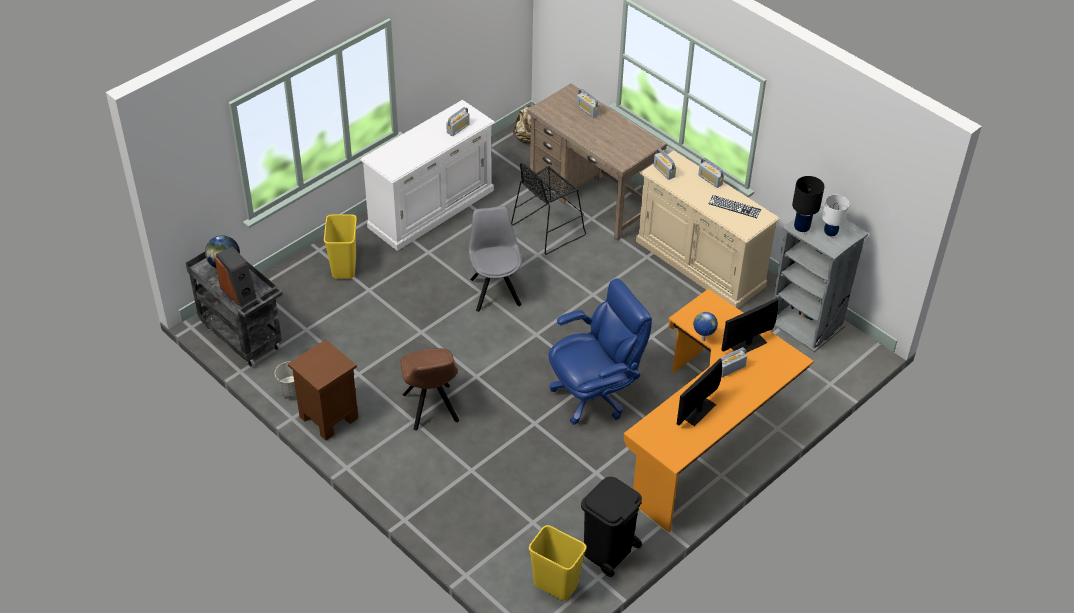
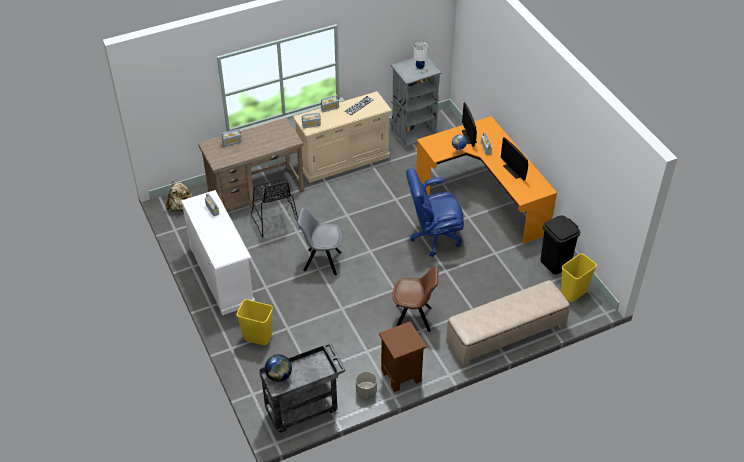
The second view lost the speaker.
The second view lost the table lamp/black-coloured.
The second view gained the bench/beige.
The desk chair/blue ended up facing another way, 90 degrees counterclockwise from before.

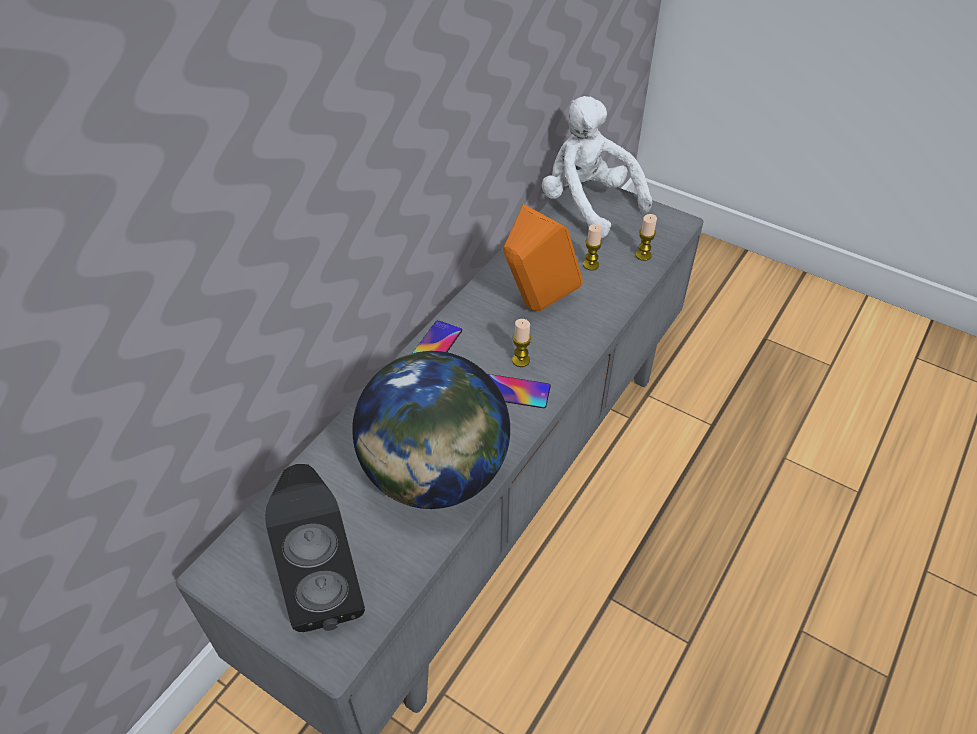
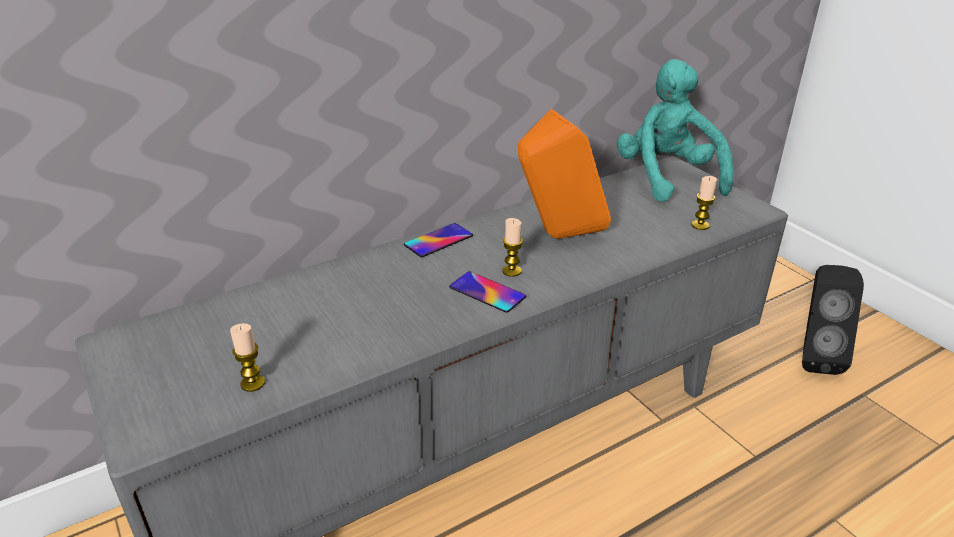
The second view lost the globe.
The speaker/black-coloured ended up elsewhere.
The wax candle (2nd from left in the first image) ended up elsewhere.
What was the plush toy/white turned into the plush toy/turquoise.

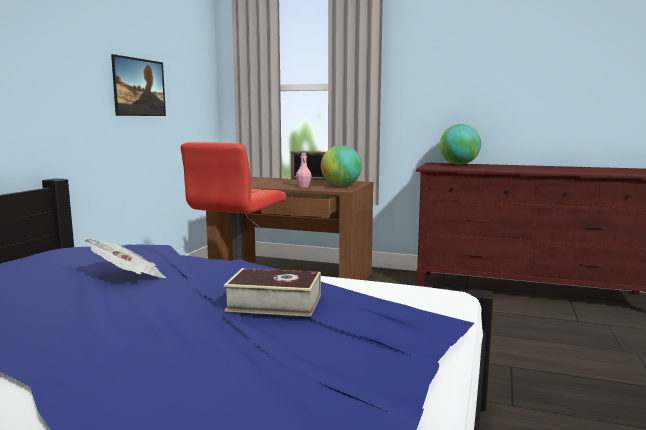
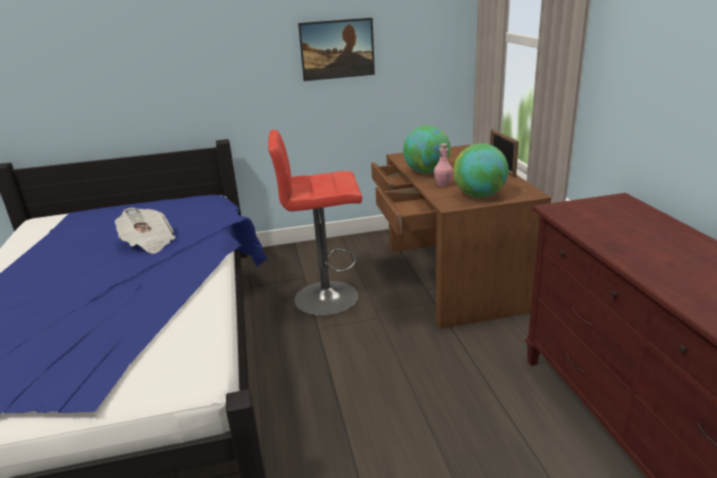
The second view lost the volume.
The globe (2nd from left in the first image) ended up elsewhere.

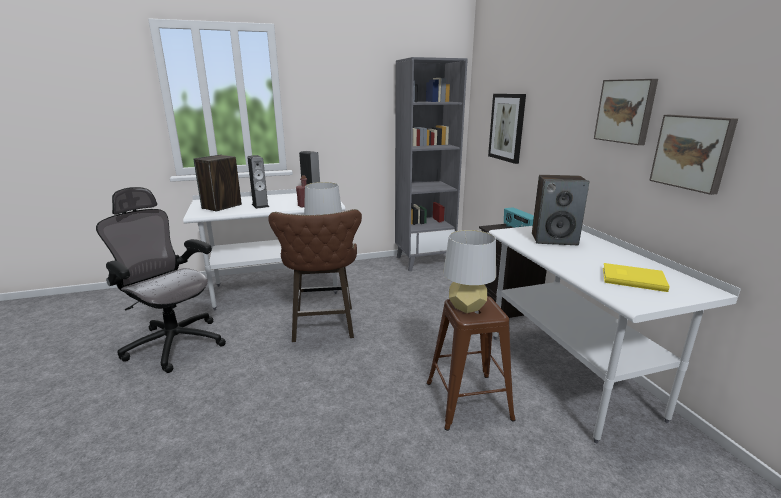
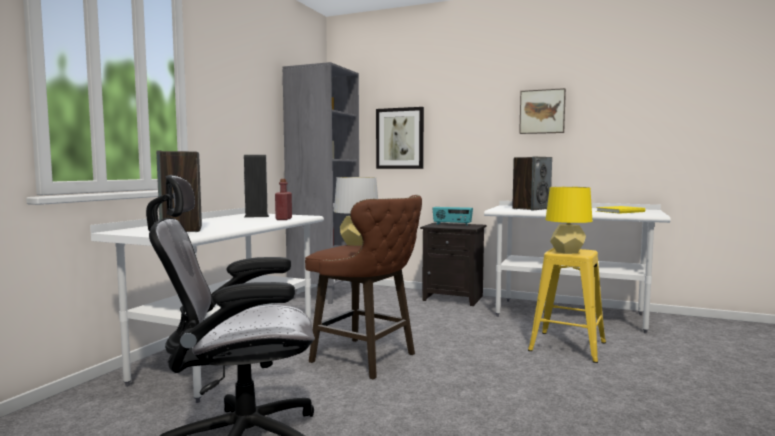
The second view lost the speaker (2nd from left).
The second view lost the wall art (3rd from left).
What was the sitting stool/brown (2nd from left) turned into the sitting stool/yellowish.
What was the table lamp/greyish (2nd from left) turned into the table lamp/yellowish.

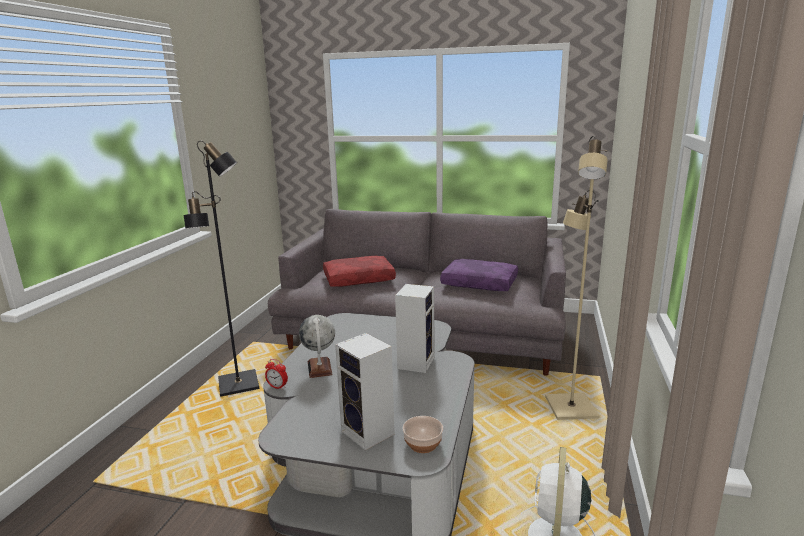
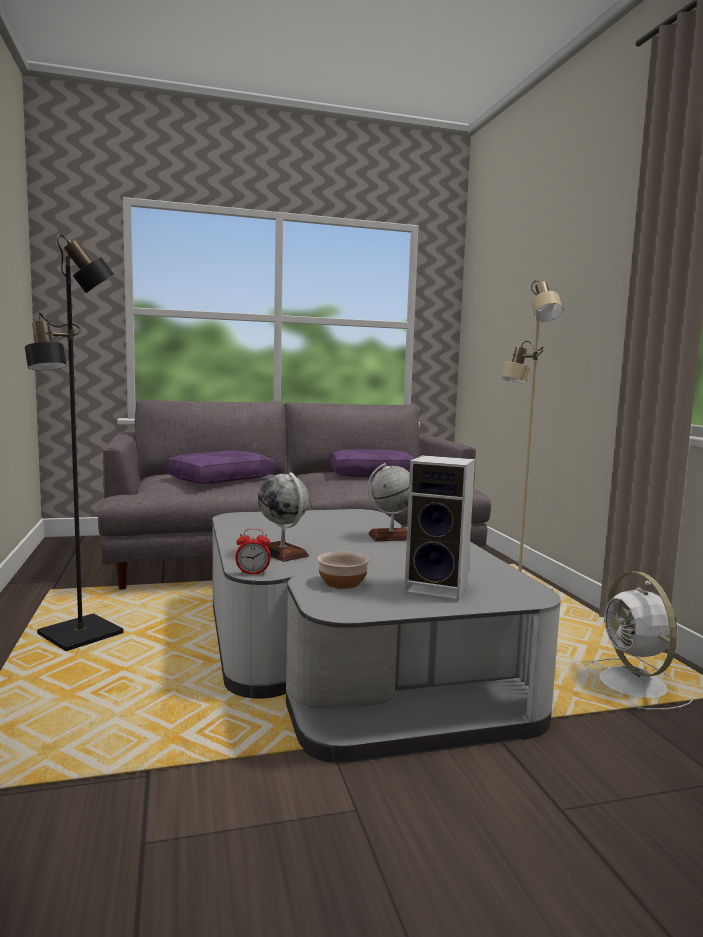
The serving bowl ended up elsewhere.
Where the speaker (2nd from left) stood, the globe (2nd from left) came to stand.
What was the cushion/red-coloured turned into the cushion/purple (1st from left).

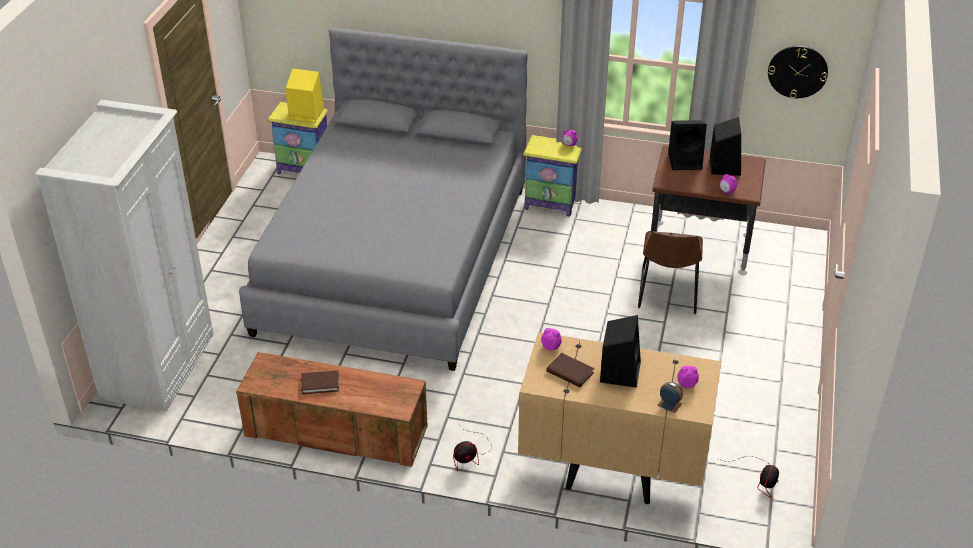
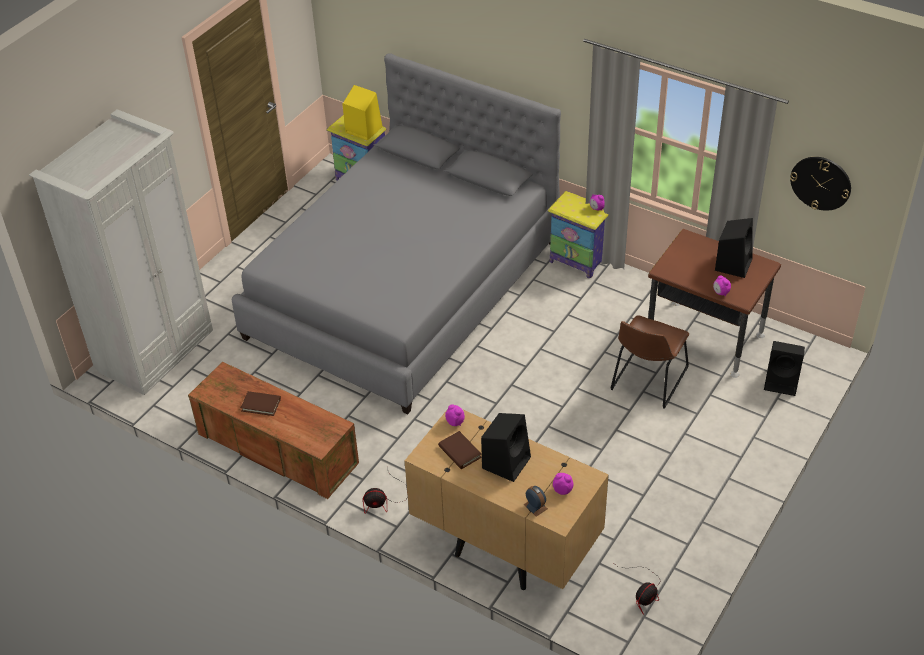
The speaker/black-coloured (2nd from left in the first image) ended up elsewhere.

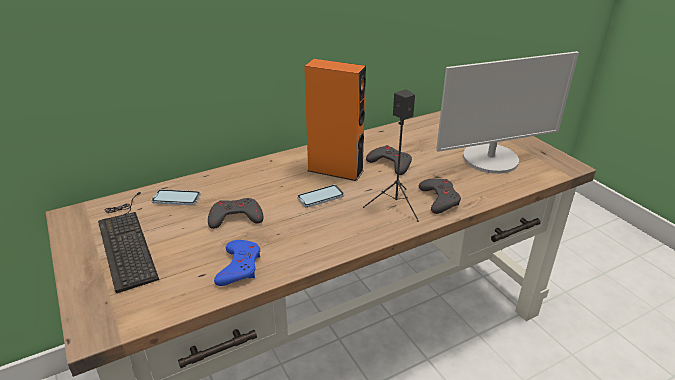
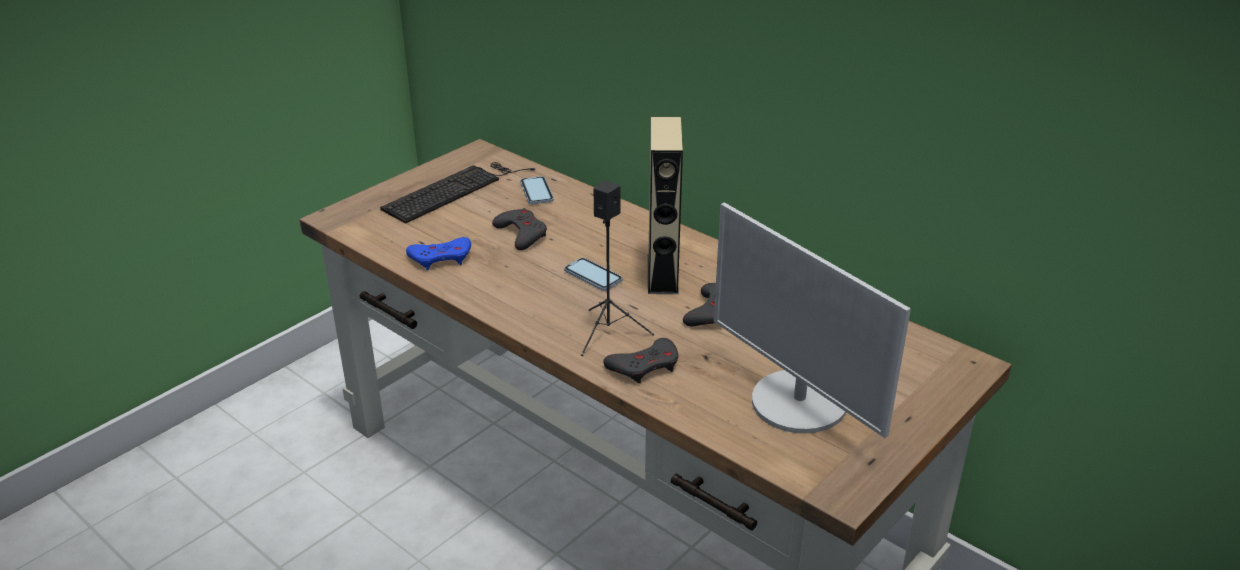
What was the speaker/orangey turned into the speaker/beige.

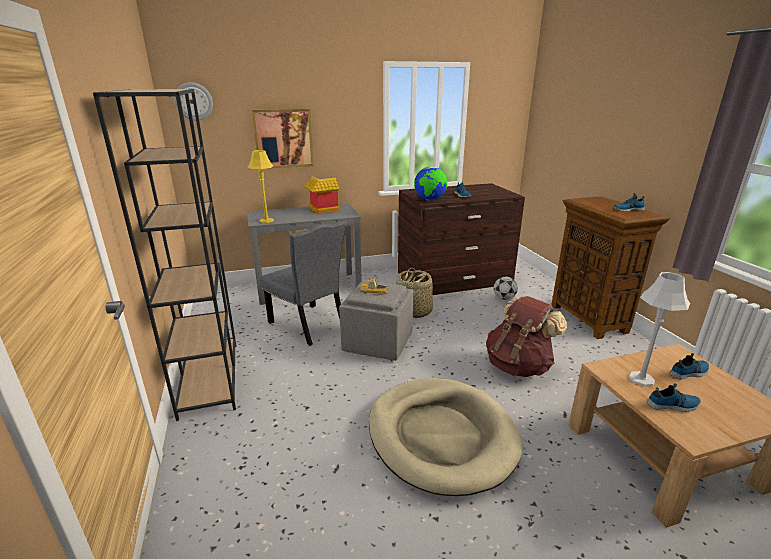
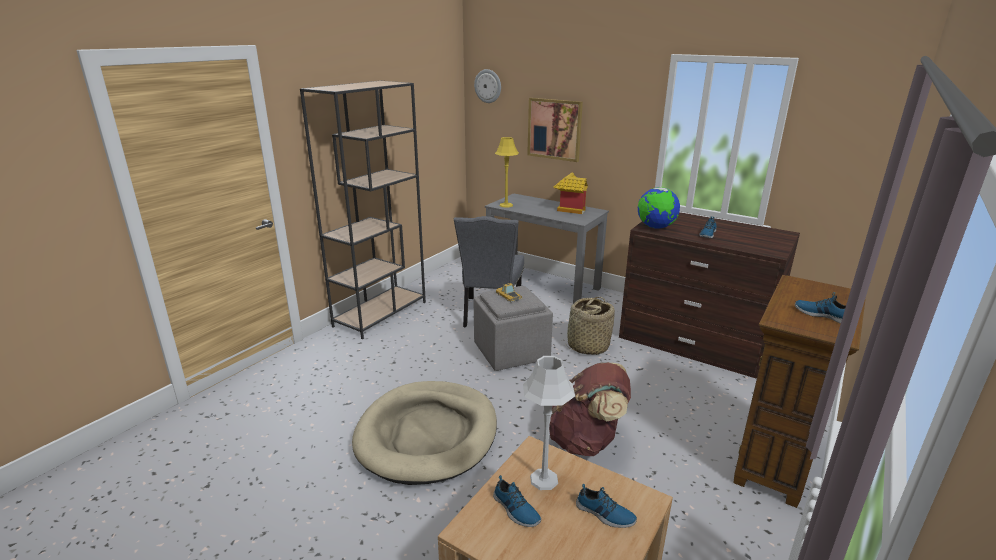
The second view lost the ball for football.

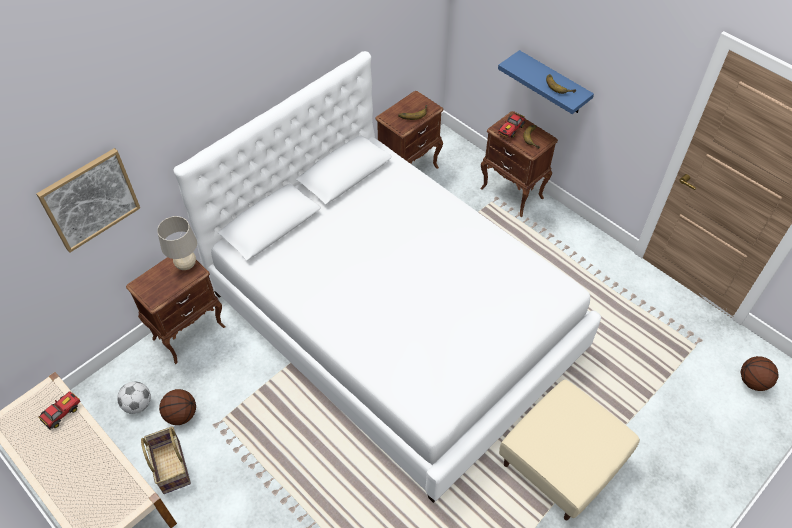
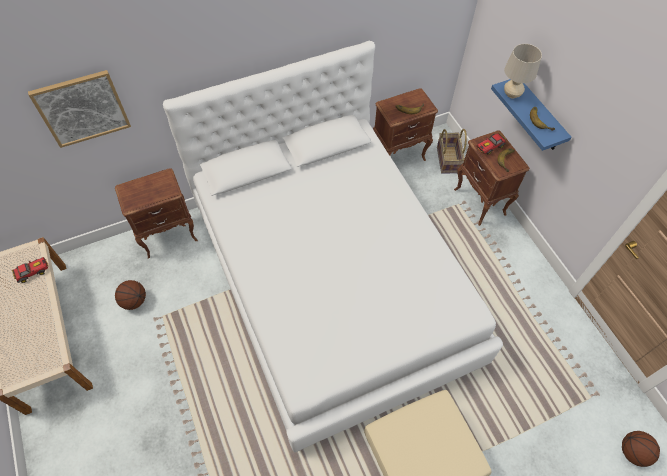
The second view lost the ball for football.
The household basket ended up elsewhere.
The table lamp/beige ended up elsewhere.

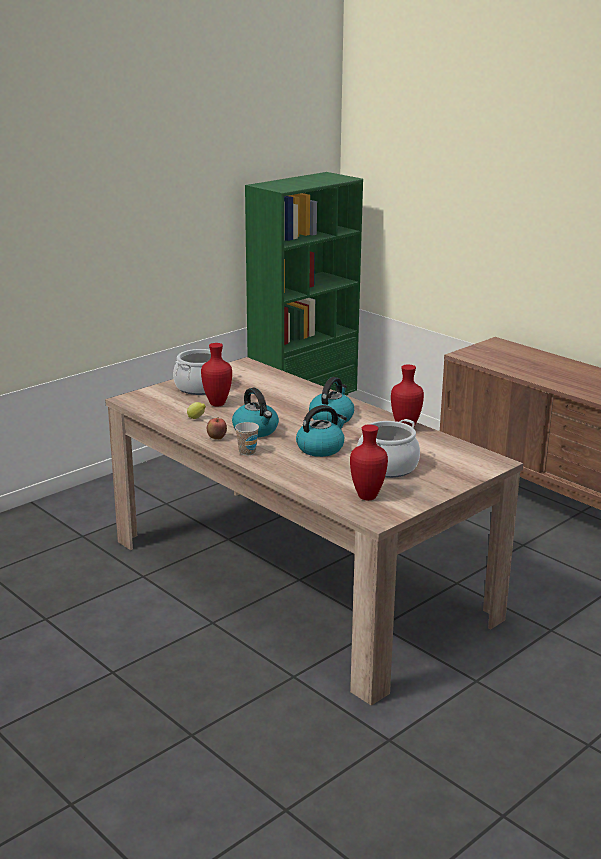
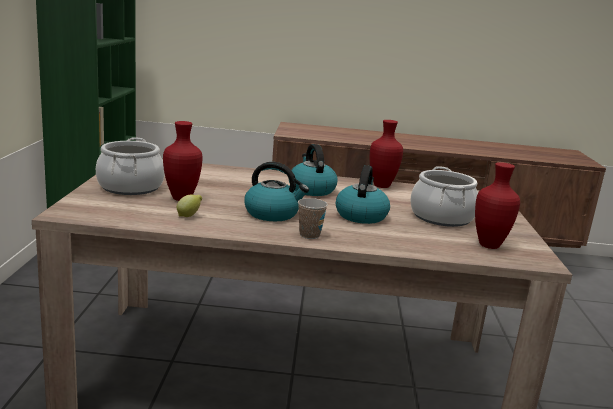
The second view lost the apple.

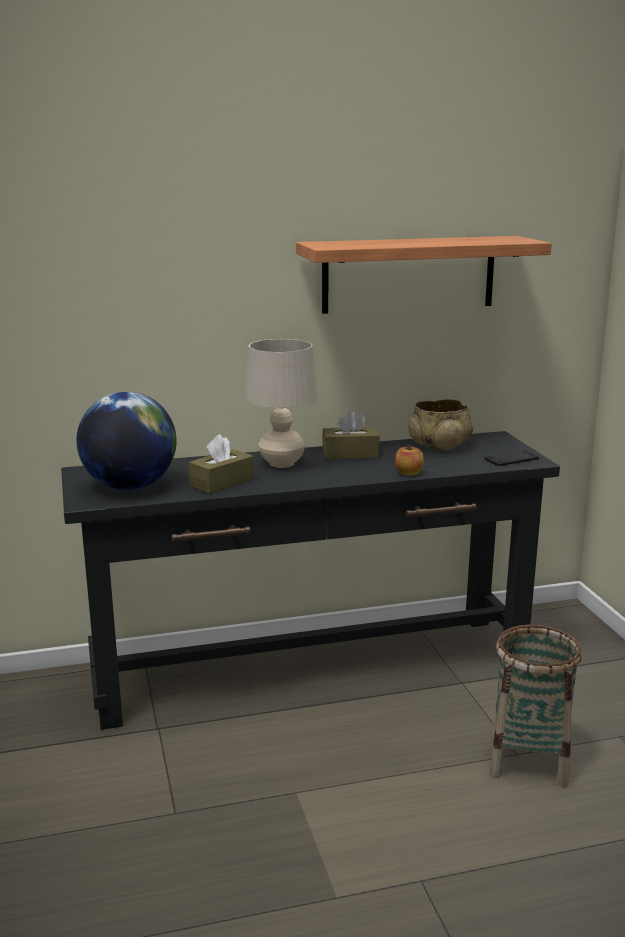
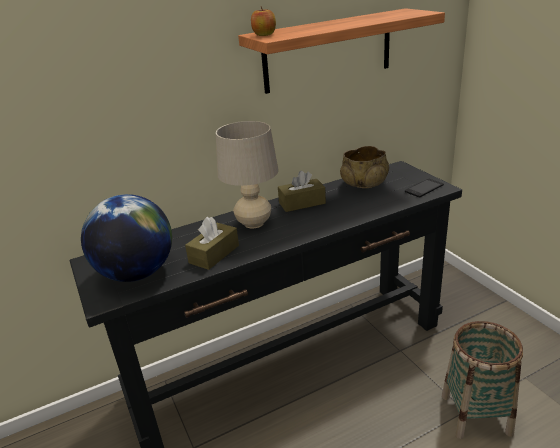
The apple ended up elsewhere.

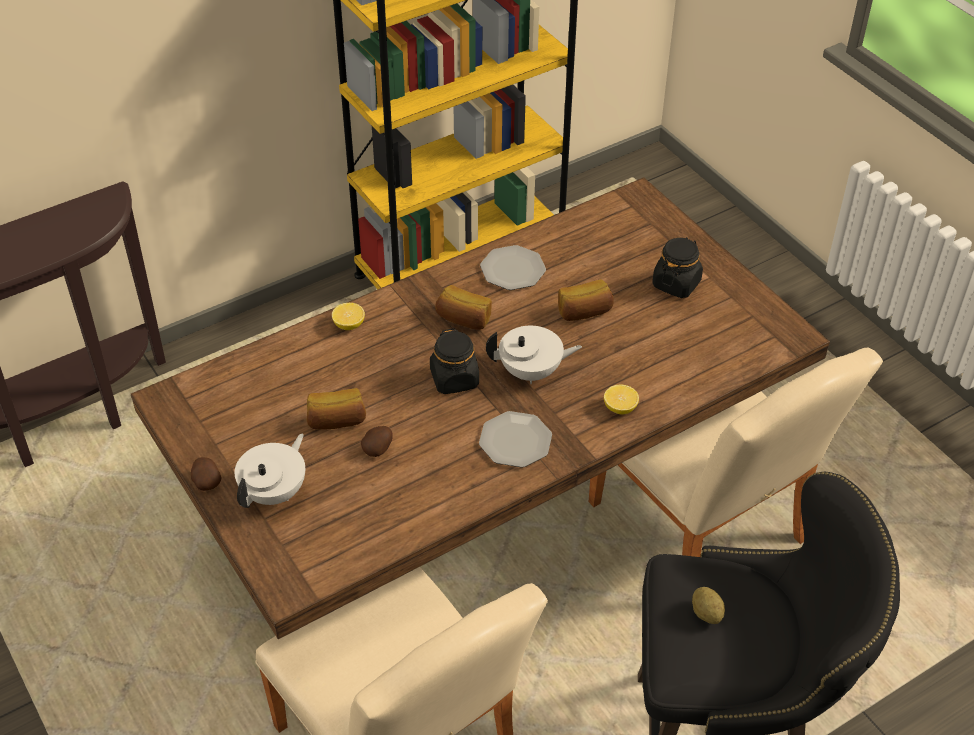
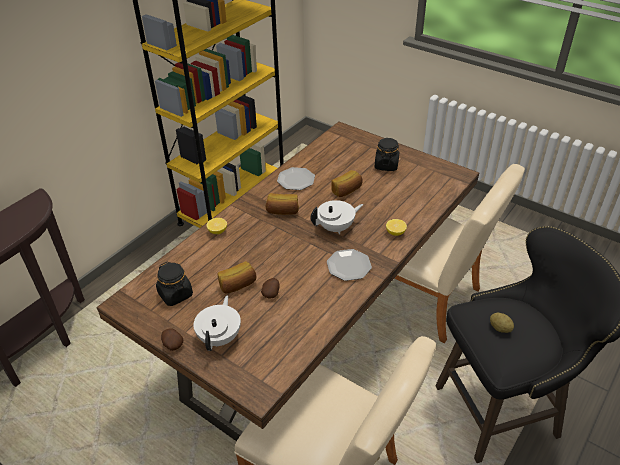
The jar/black-coloured (1st from left) ended up elsewhere.

